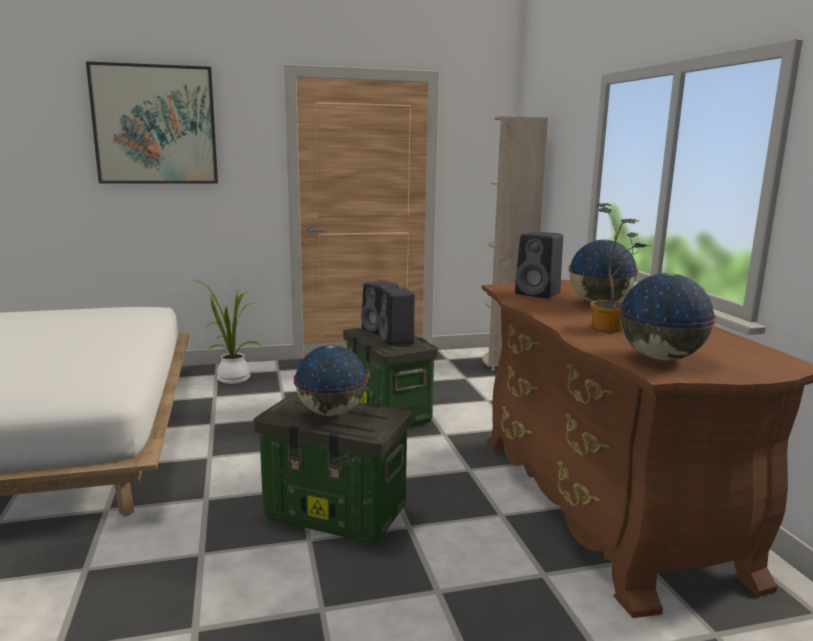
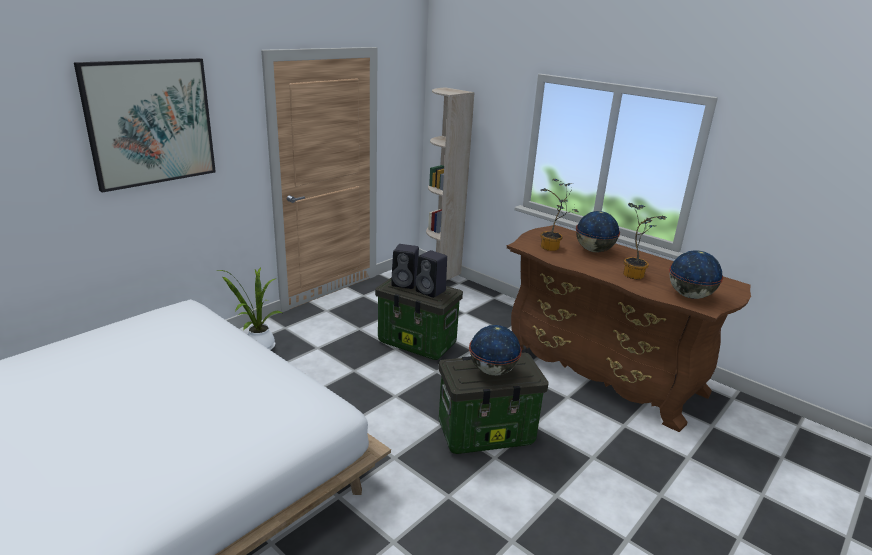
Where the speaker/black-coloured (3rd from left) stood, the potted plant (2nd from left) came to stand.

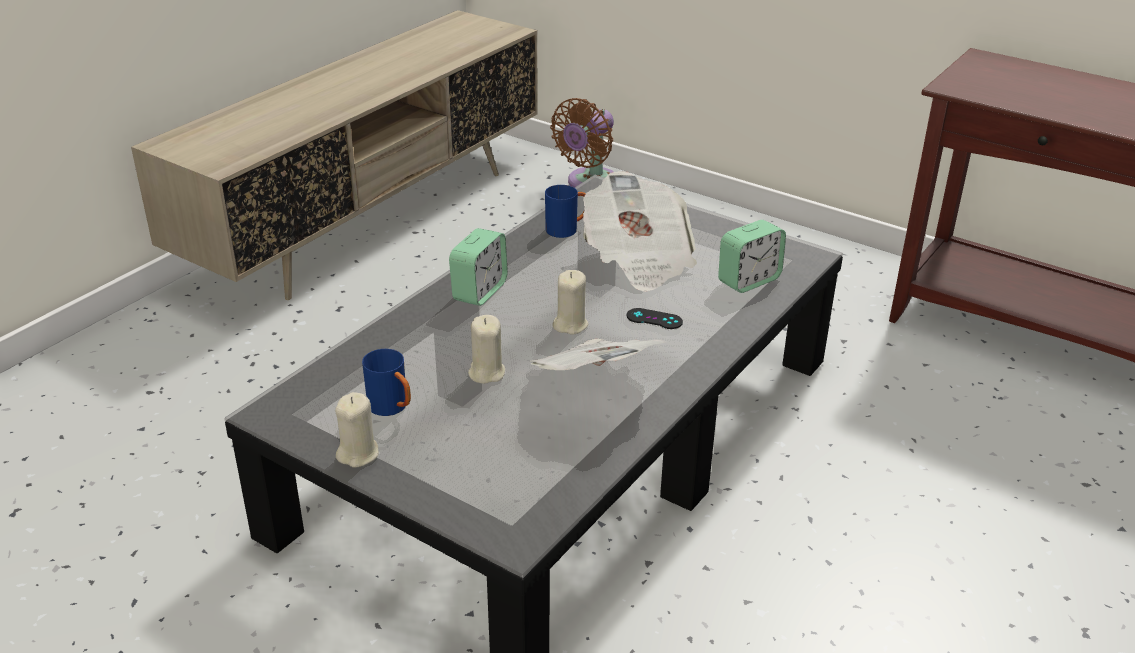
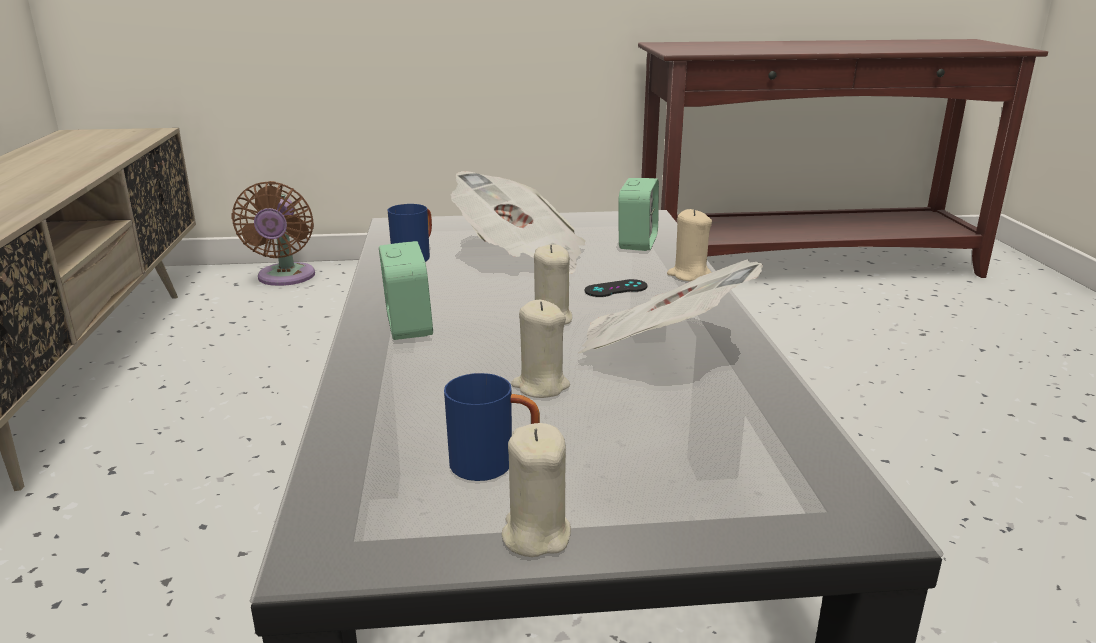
The second view gained the wax candle/beige (4th from left).

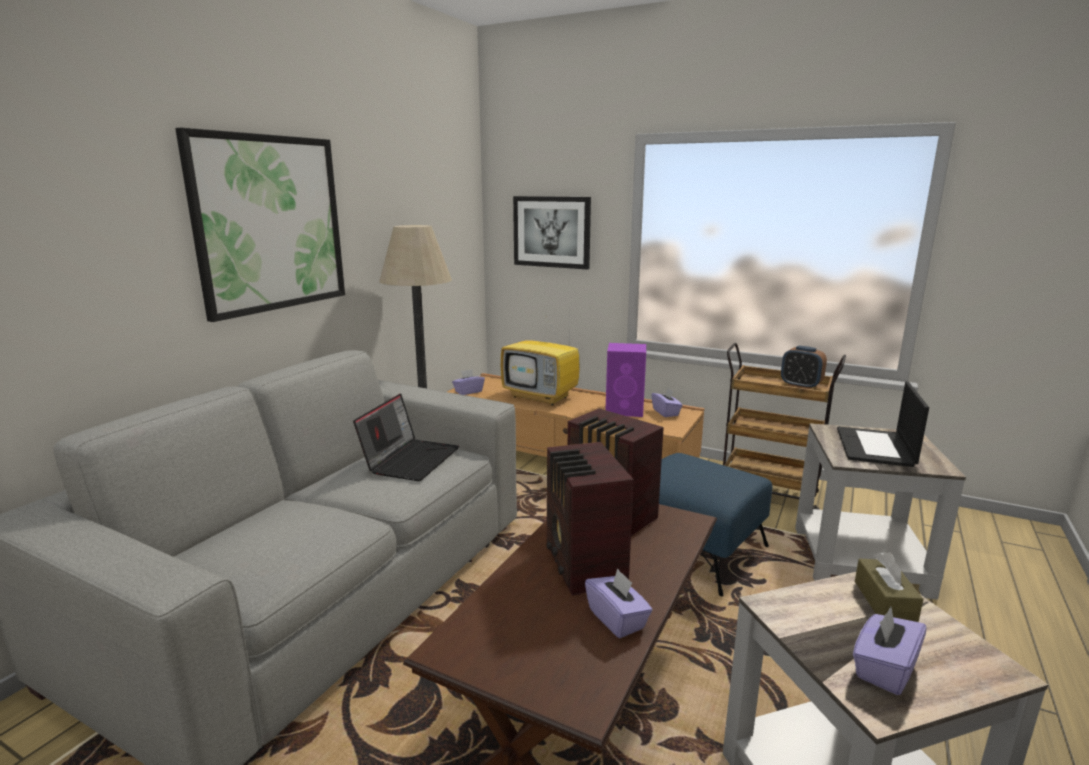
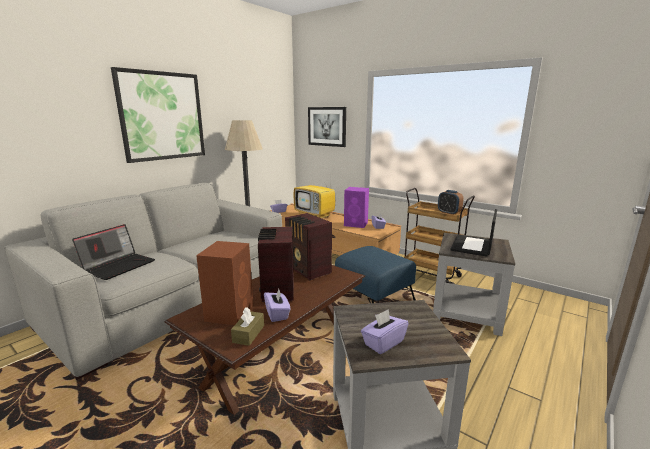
The second view gained the speaker/brown.
The portable computer (1st from left) ended up elsewhere.
The box of tissues/brown ended up elsewhere.

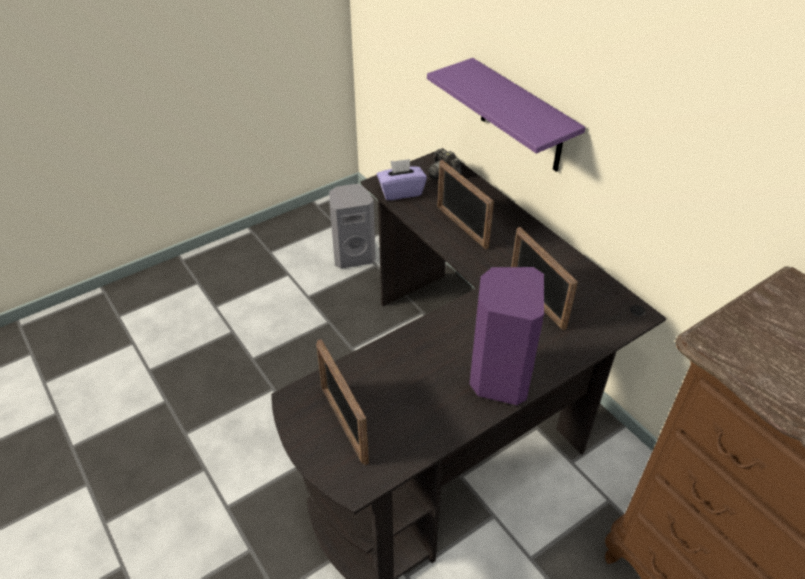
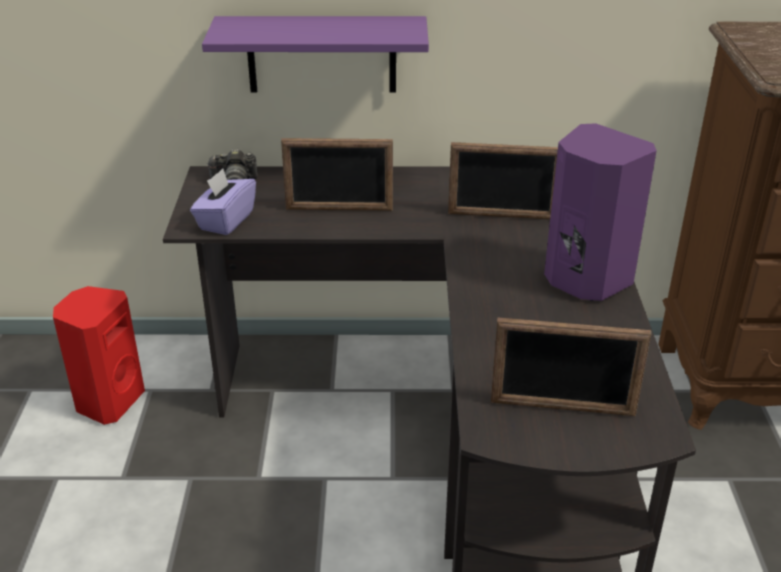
What was the speaker/greyish turned into the speaker/red-coloured.

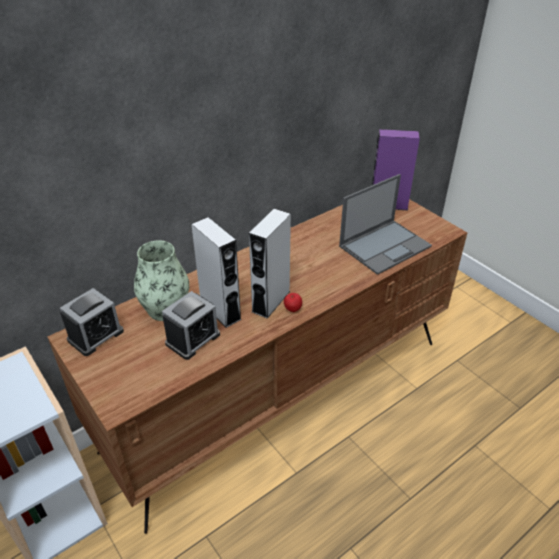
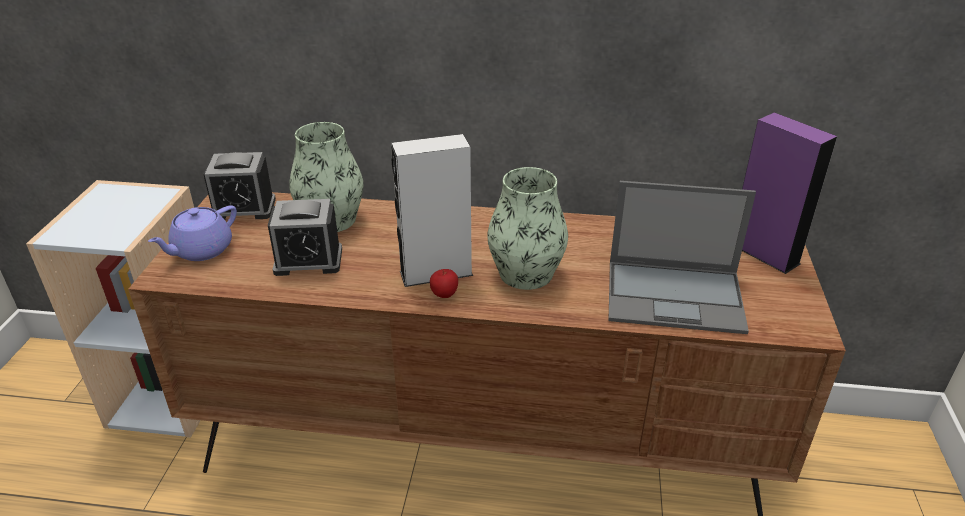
The second view lost the speaker/greyish (1st from left).
The second view gained the teapot/purple.
The second view gained the vase (2nd from left).

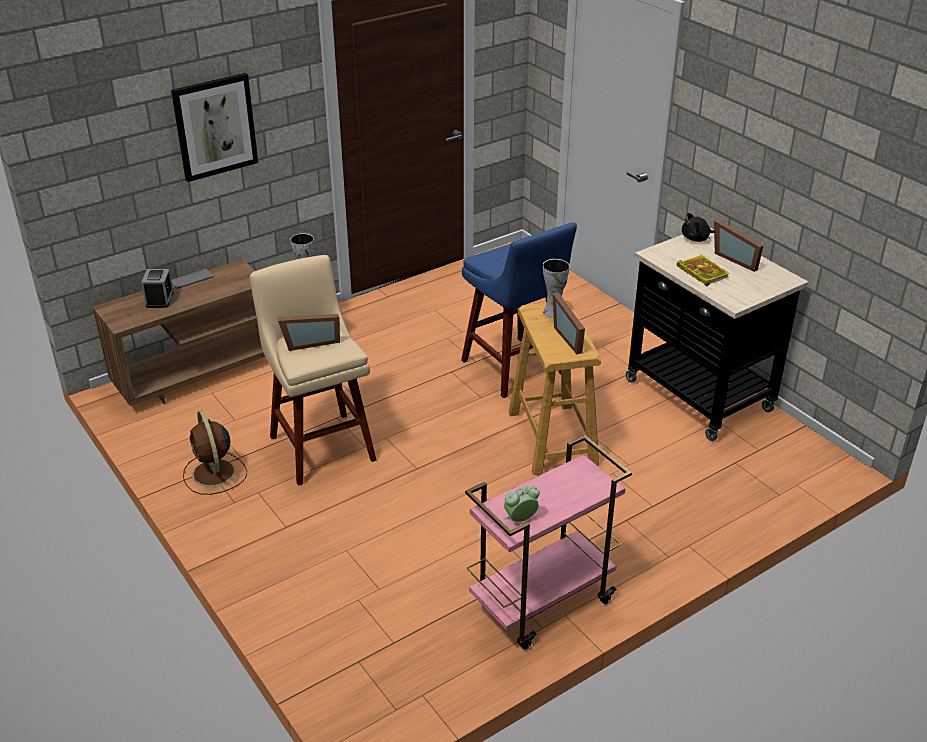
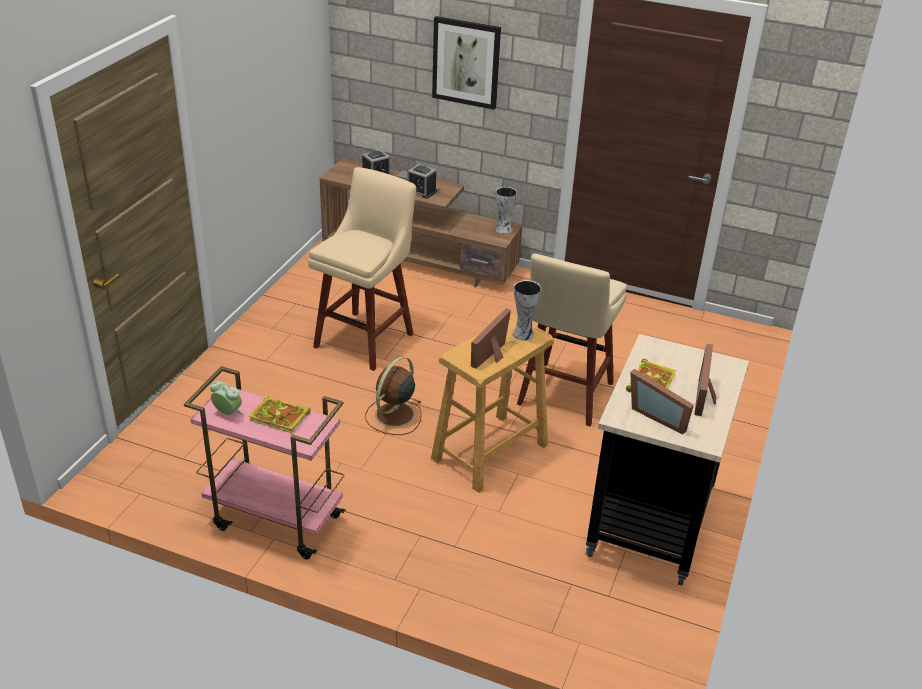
The second view lost the plush toy/black-coloured.
The second view gained the volume (1st from left).
The second view gained the alarm clock (3rd from left).
The electric fan/brown ended up elsewhere.
The photo frame (1st from left in the first image) ended up elsewhere.
What was the sitting stool/blue turned into the sitting stool/beige (3rd from left).

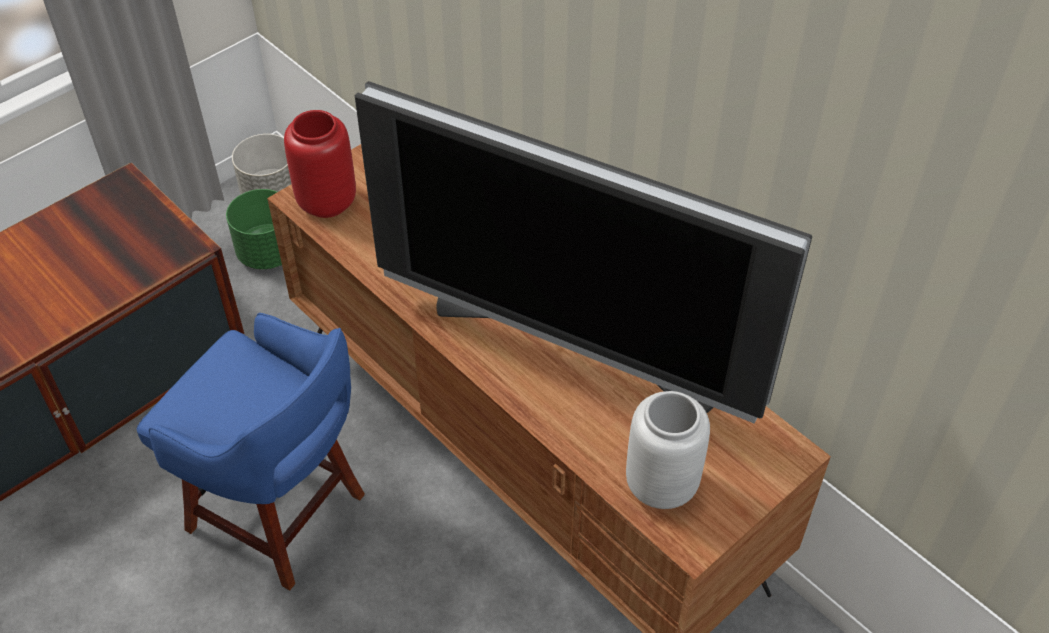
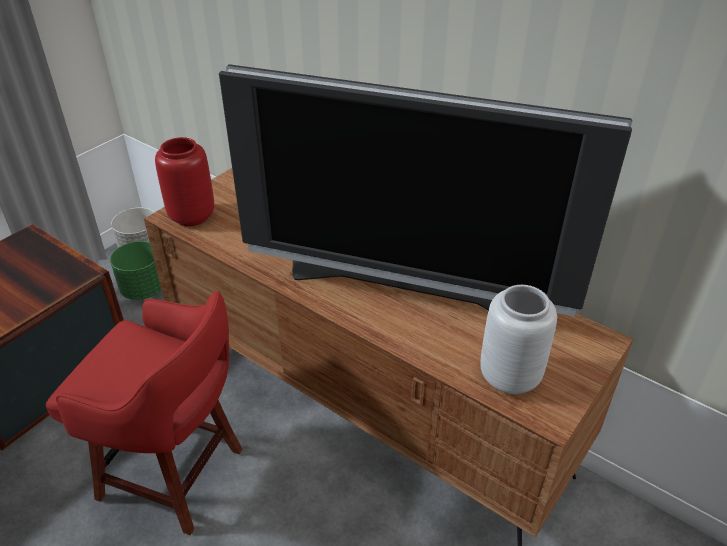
What was the sitting stool/blue turned into the sitting stool/red-coloured.

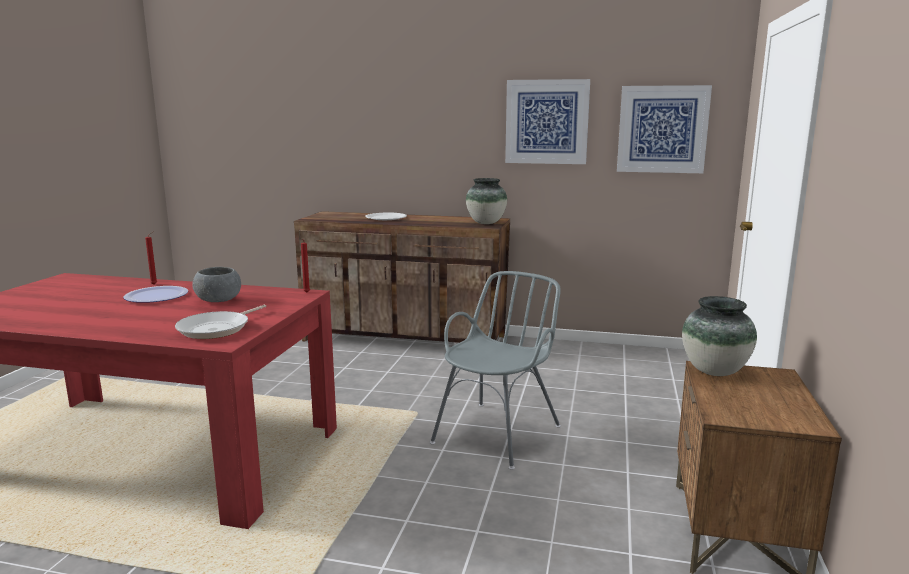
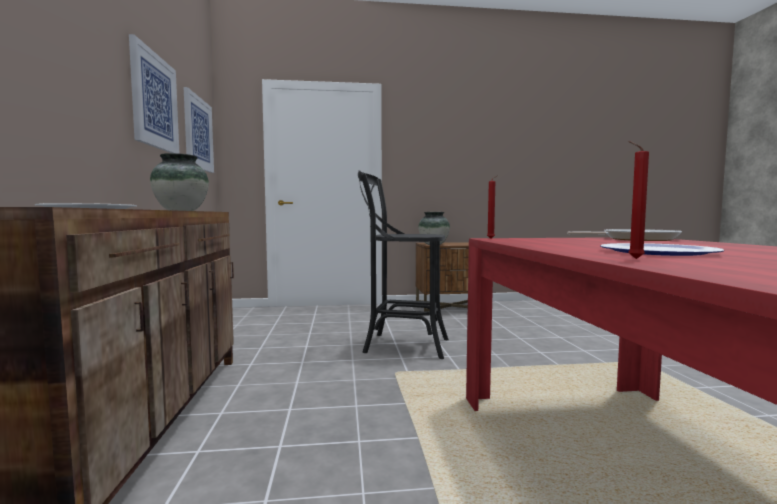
The second view lost the serving bowl/greyish.
Where the upright chair/greyish stood, the sitting stool/black-coloured came to stand.

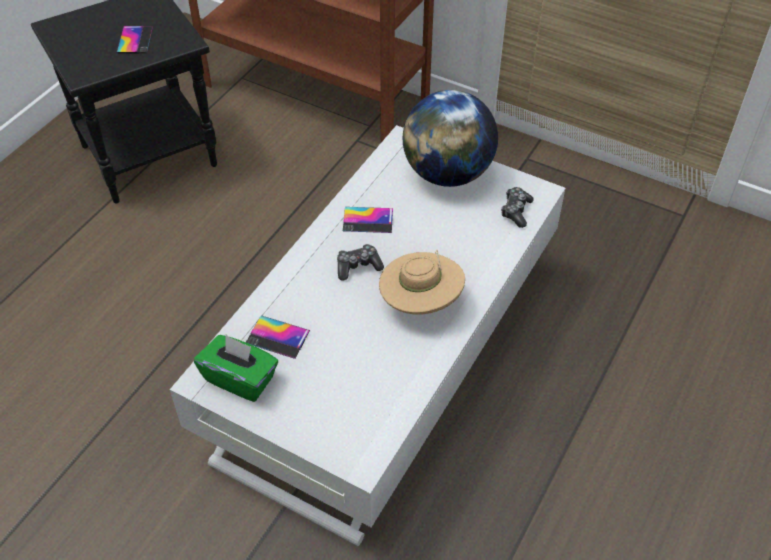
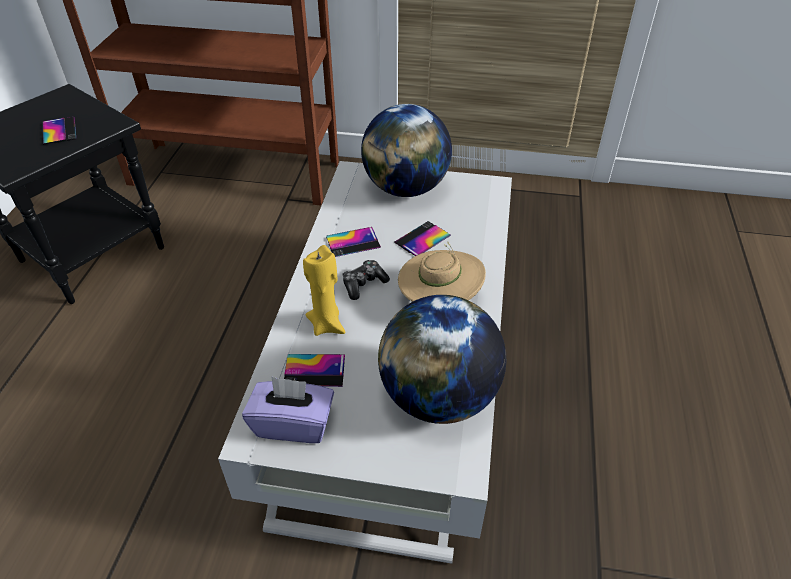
The second view lost the game controller (2nd from left).
The second view gained the wax candle/yellowish.
The second view gained the globe (2nd from left).
The second view gained the phone (4th from left).
What was the box of tissues/greenish turned into the box of tissues/purple.

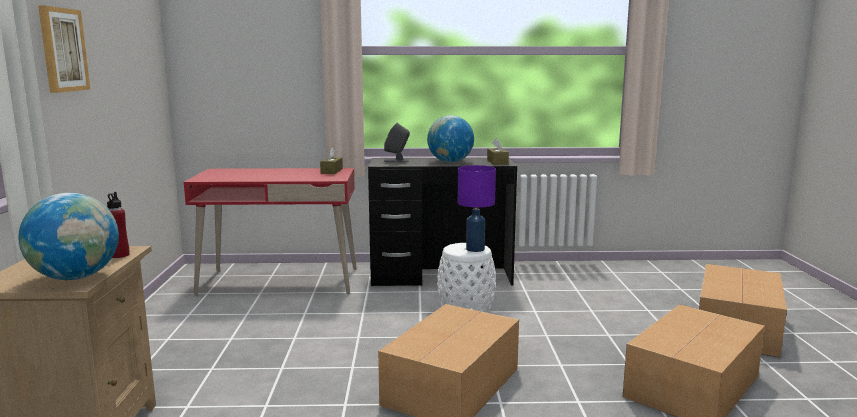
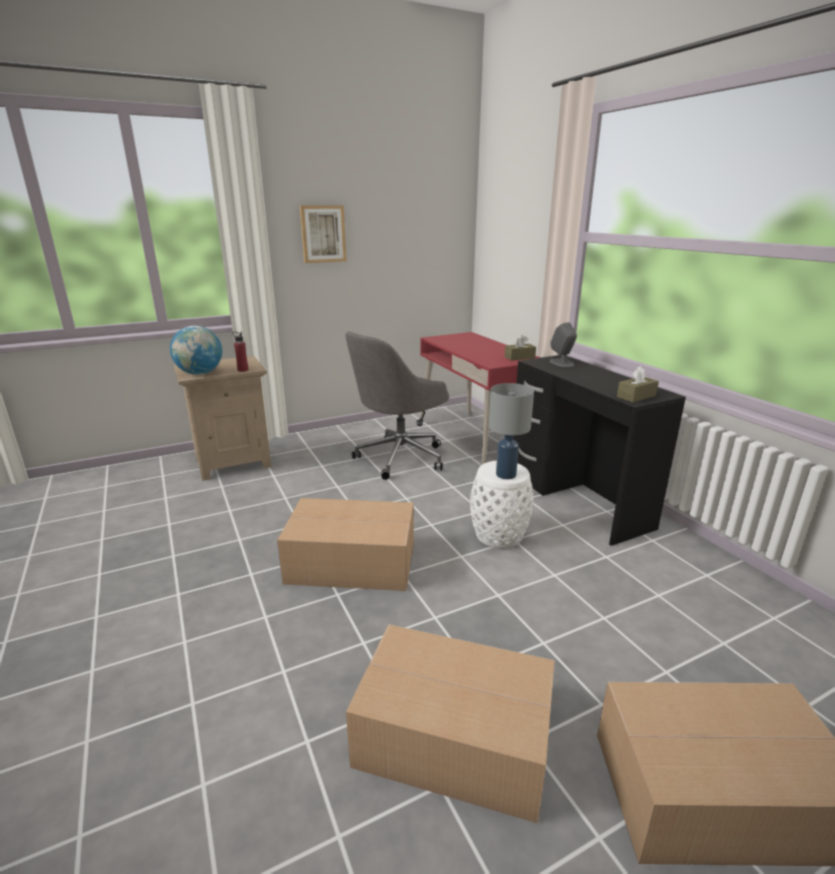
The second view lost the globe (2nd from left).
The second view gained the desk chair/greyish.
What was the table lamp/purple turned into the table lamp/greyish.

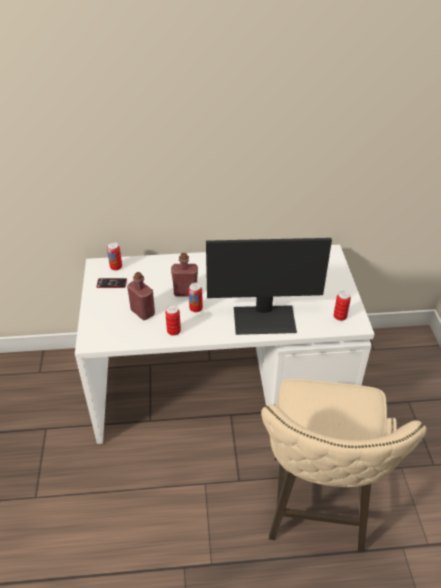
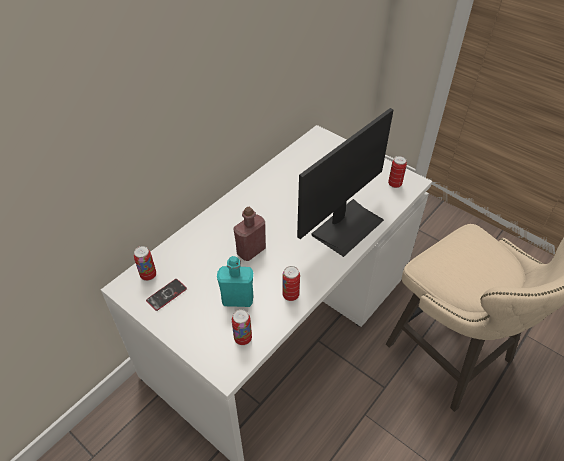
The sealed can (3rd from left in the first image) ended up elsewhere.
What was the bottle/red-coloured (1st from left) turned into the bottle/turquoise.

